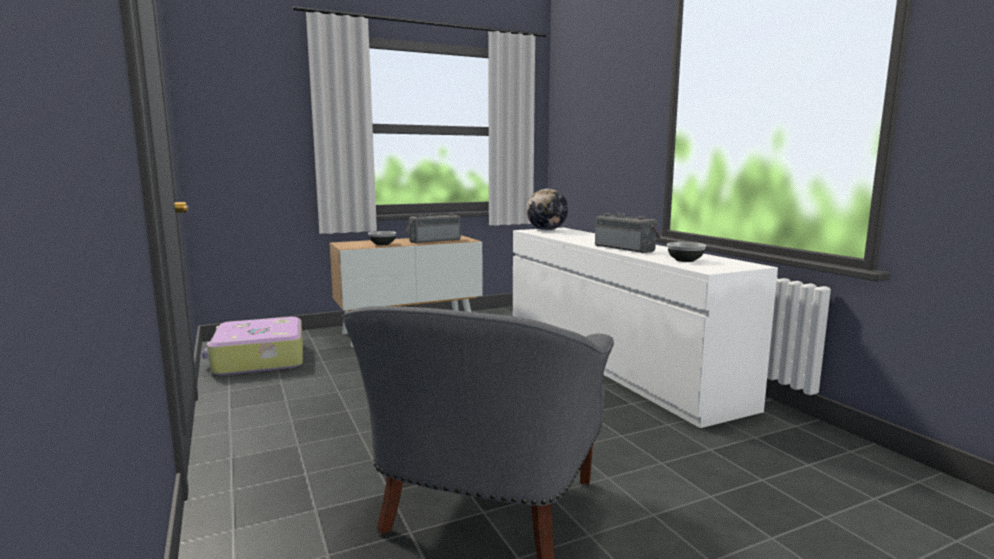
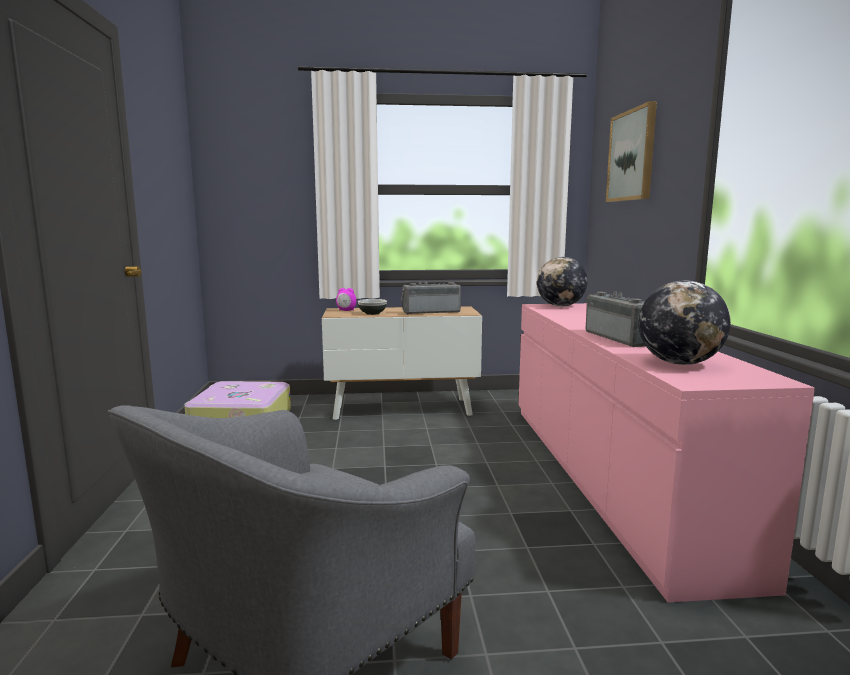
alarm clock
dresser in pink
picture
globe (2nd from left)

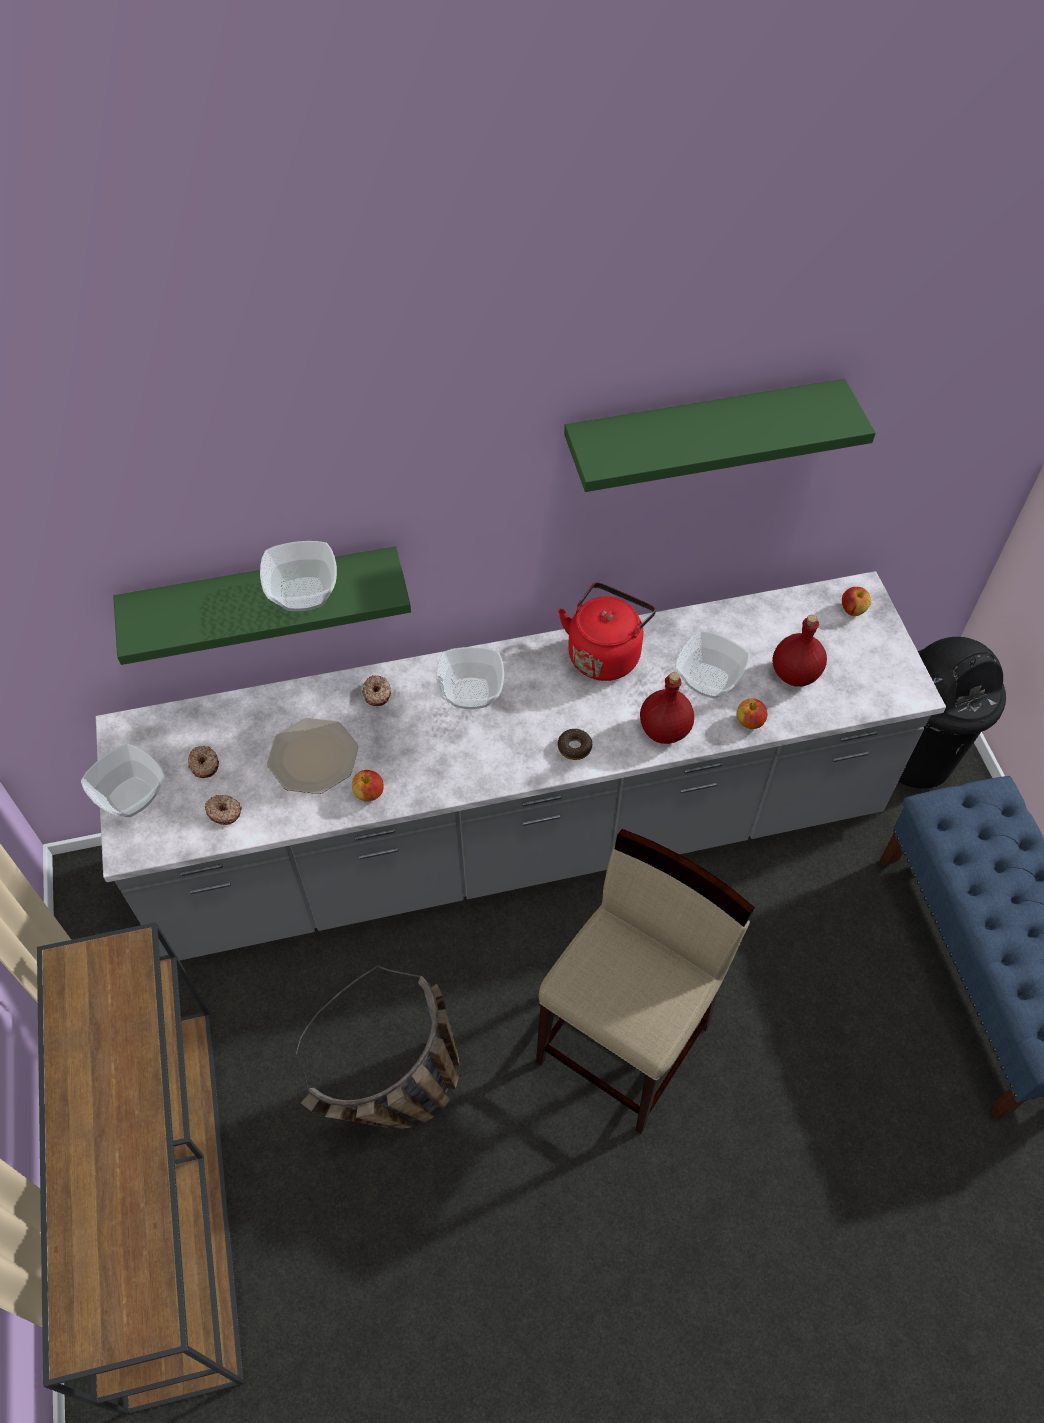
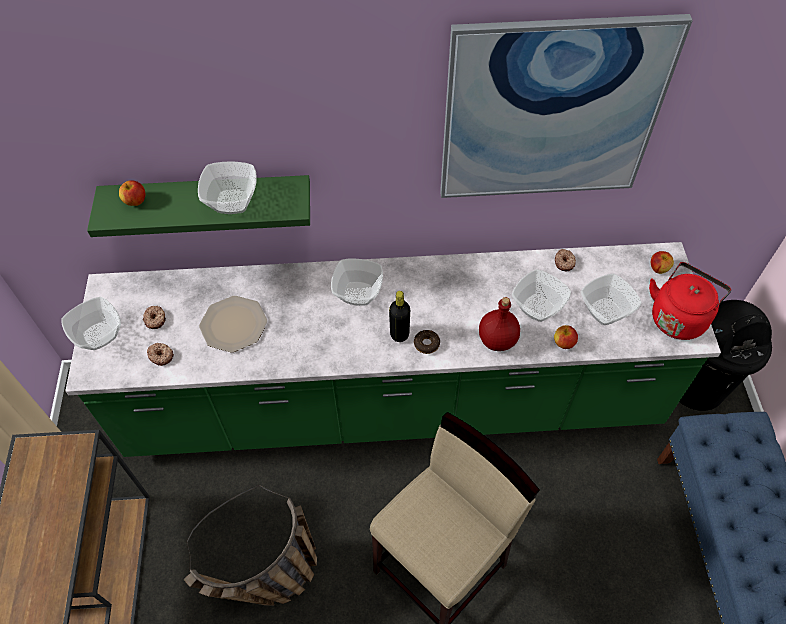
counter in green
apple (1st from left)
bottle in black
picture
donut (4th from left)
bowl (5th from left)
kettle in red

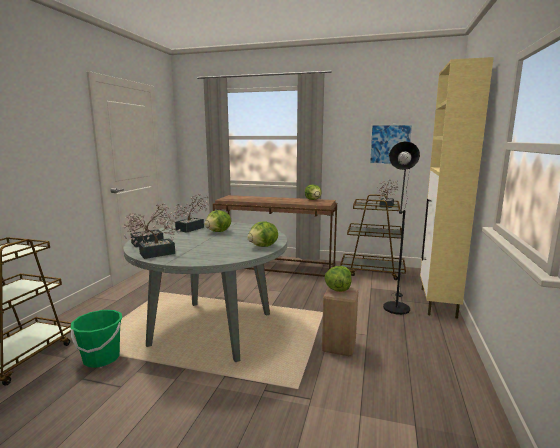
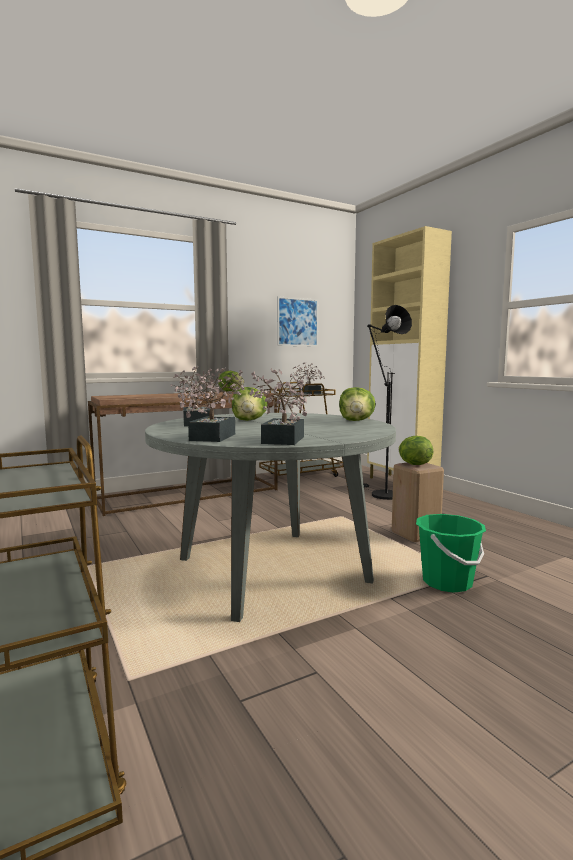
bucket in green

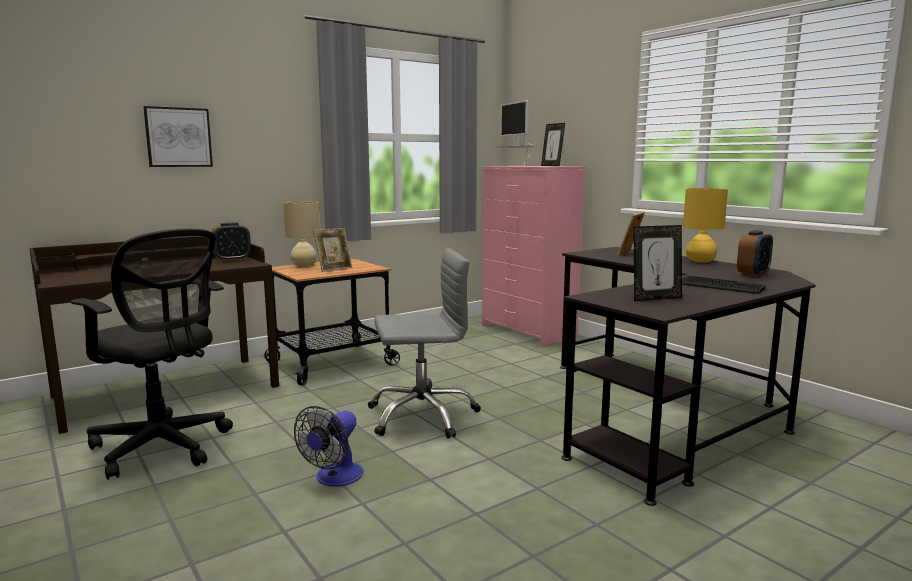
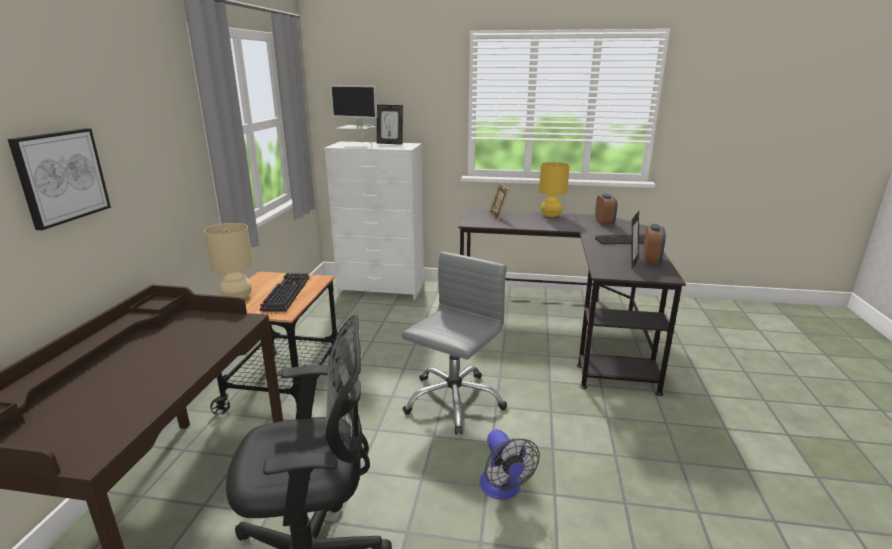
keyboard (1st from left)
dresser in white
alarm clock (2nd from left)

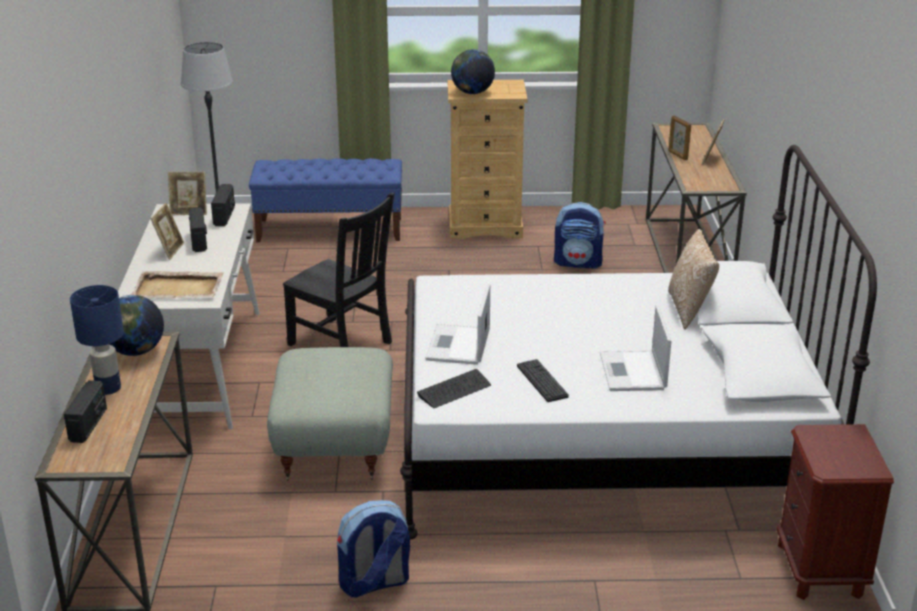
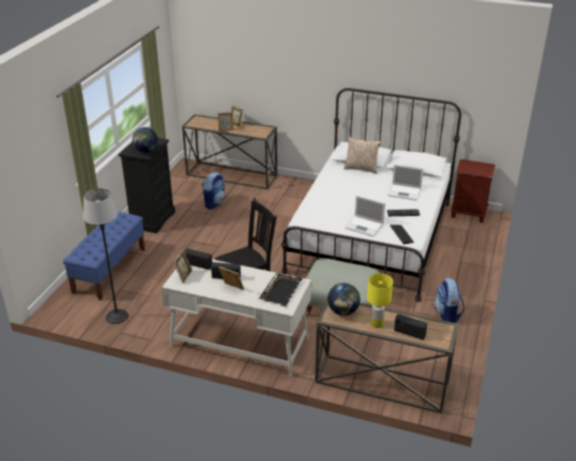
dresser in black
tray in black
table lamp in yellow

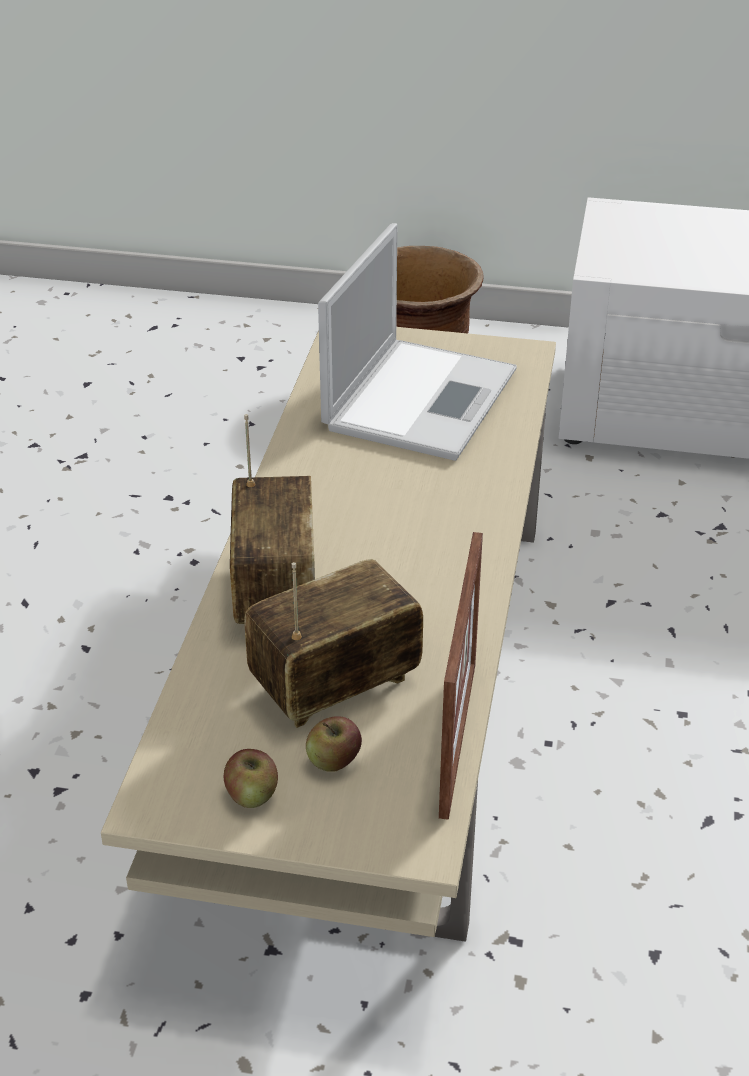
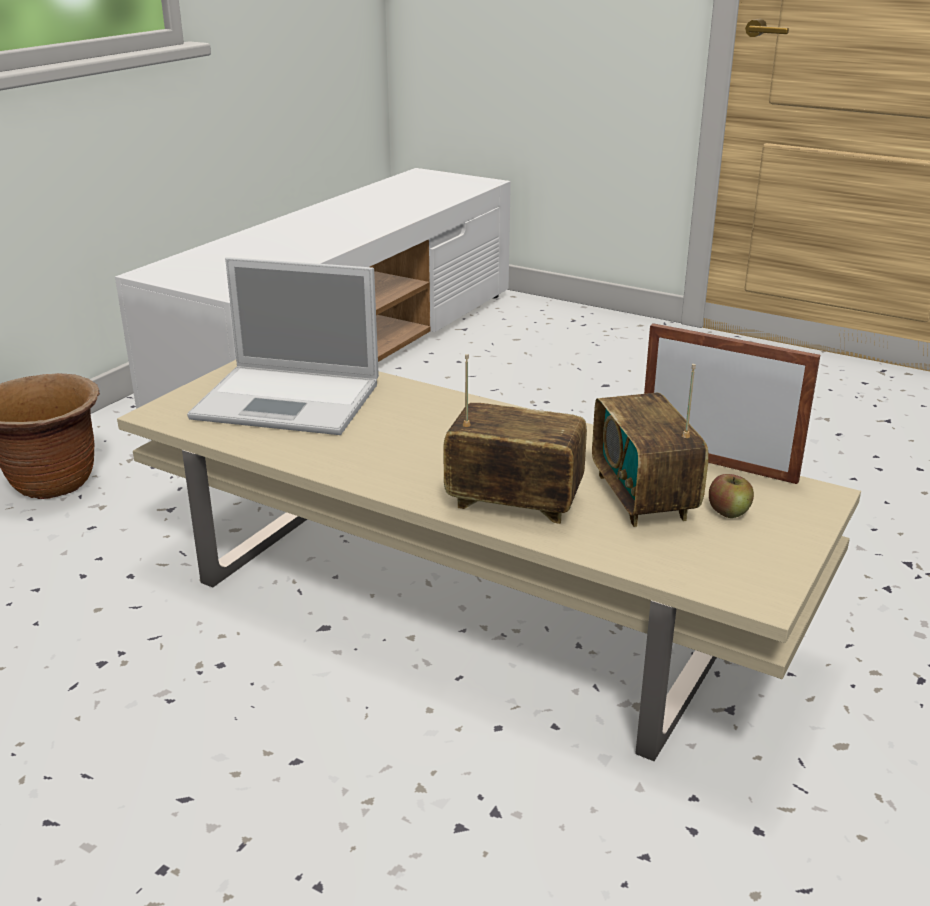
laptop
apple (1st from left in the first image)

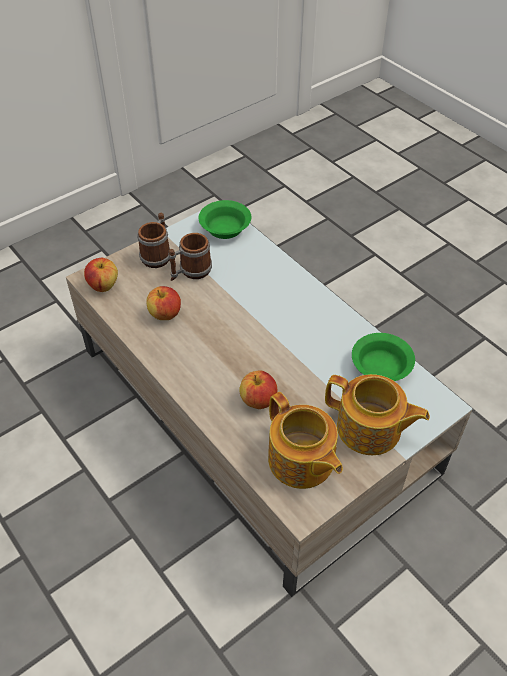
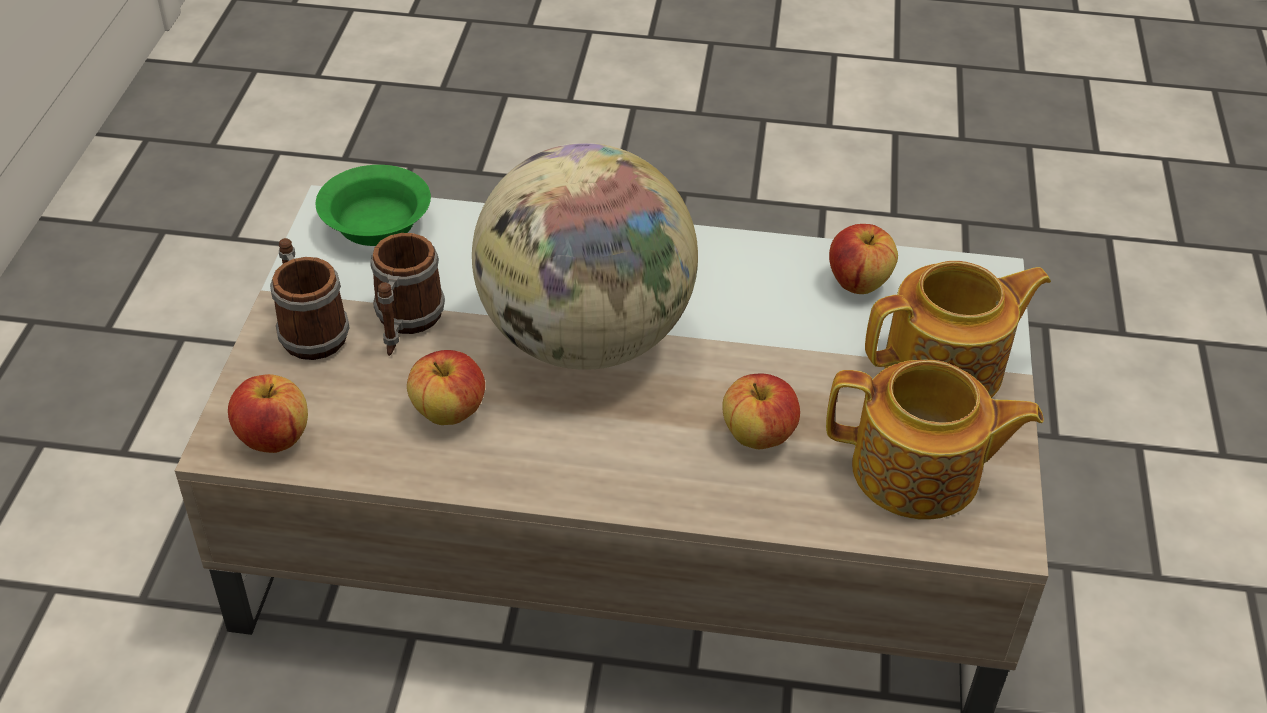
globe
apple (4th from left)

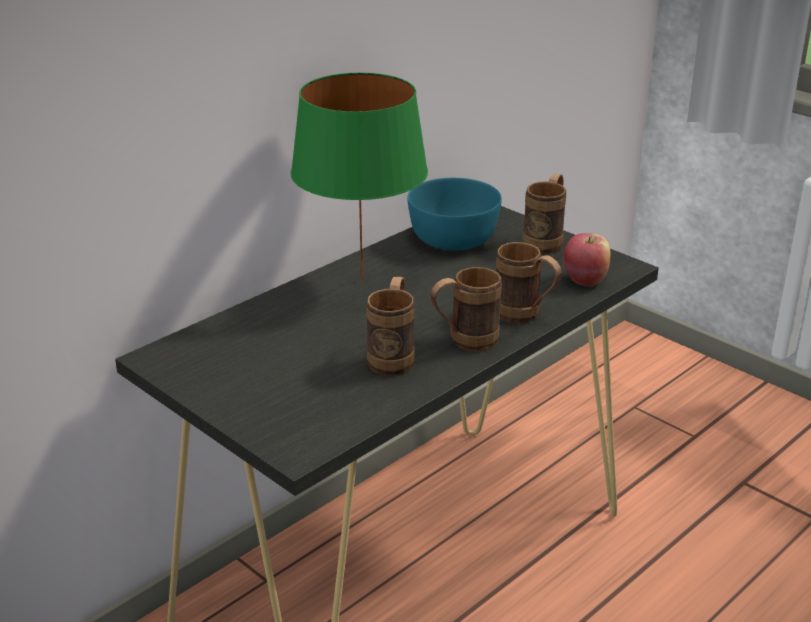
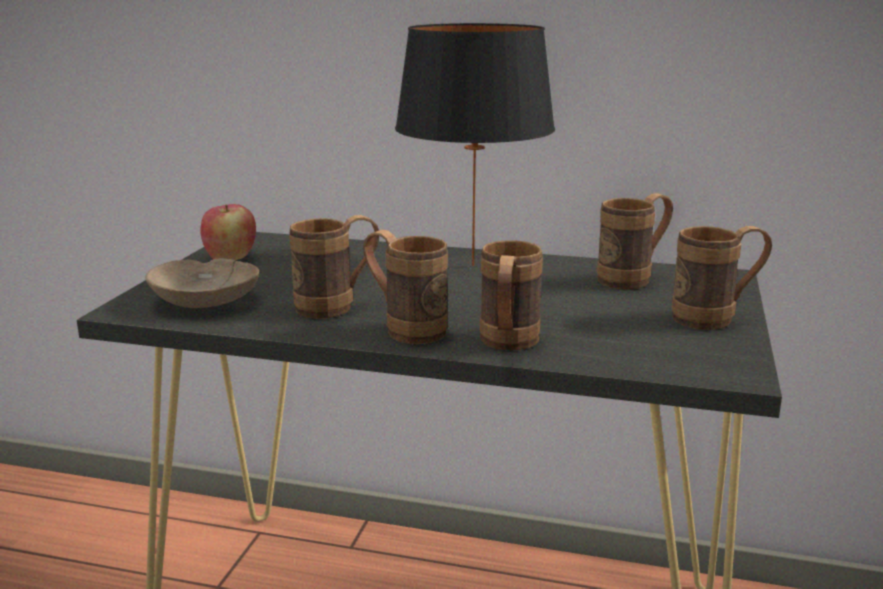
bowl in beige
apple
table lamp in black
mug in brown (4th from left)

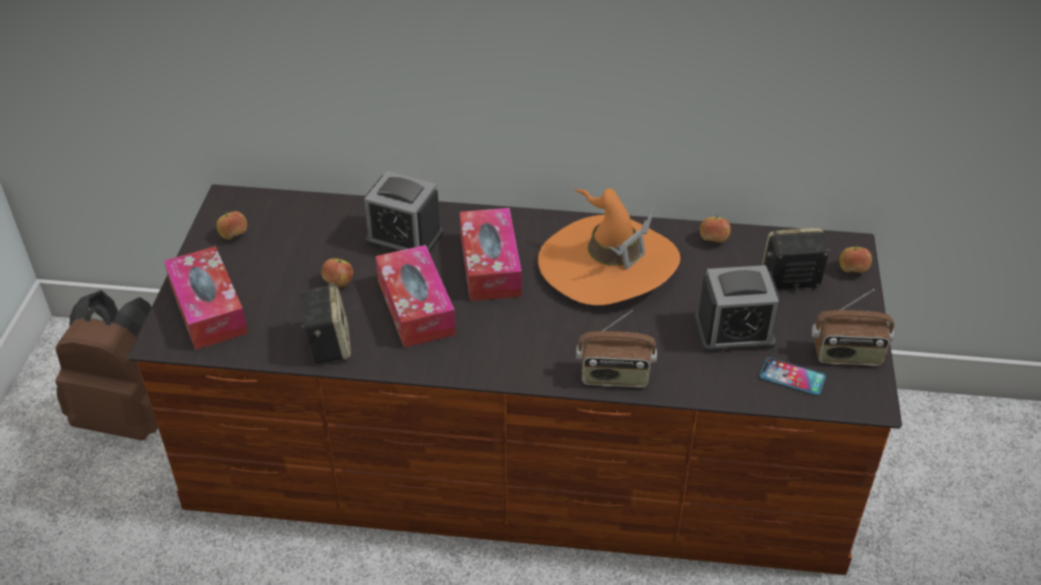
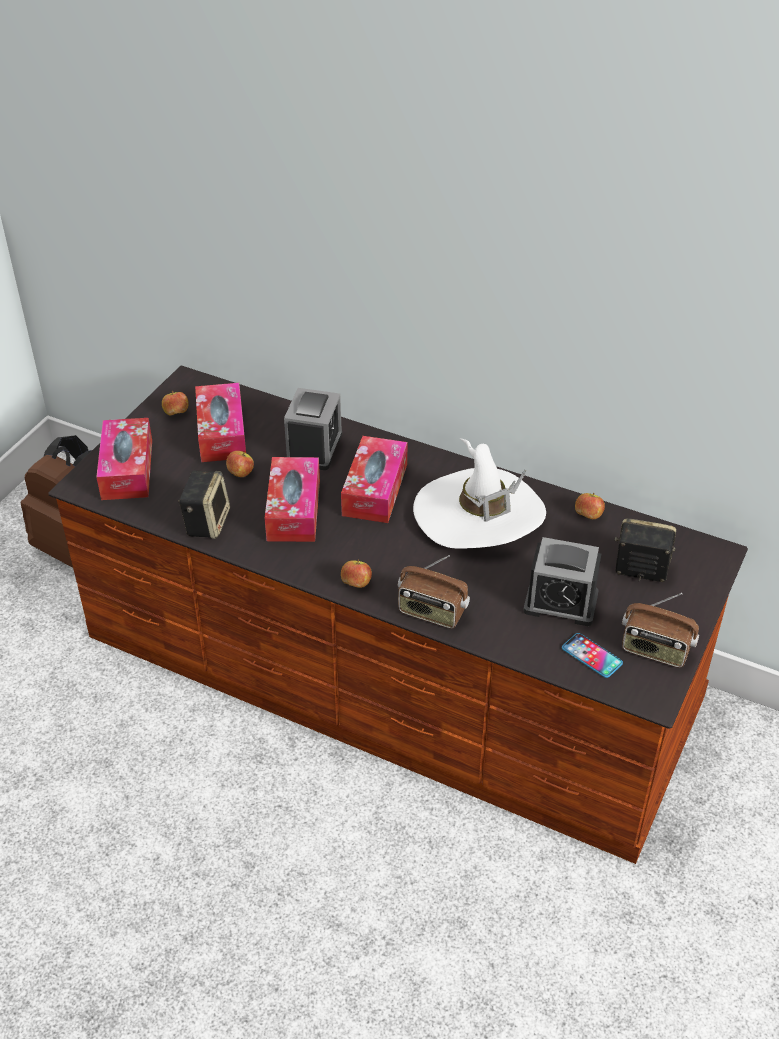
tissue box (2nd from left)
alarm clock (1st from left)
apple (3rd from left)
hat in white

